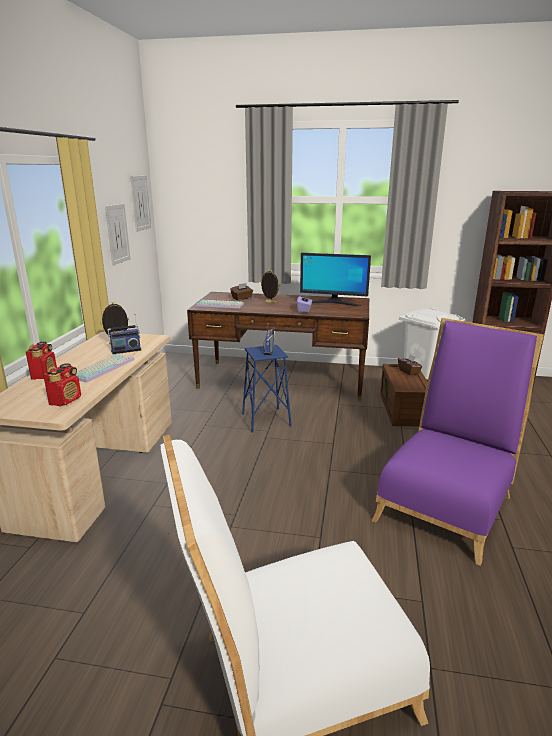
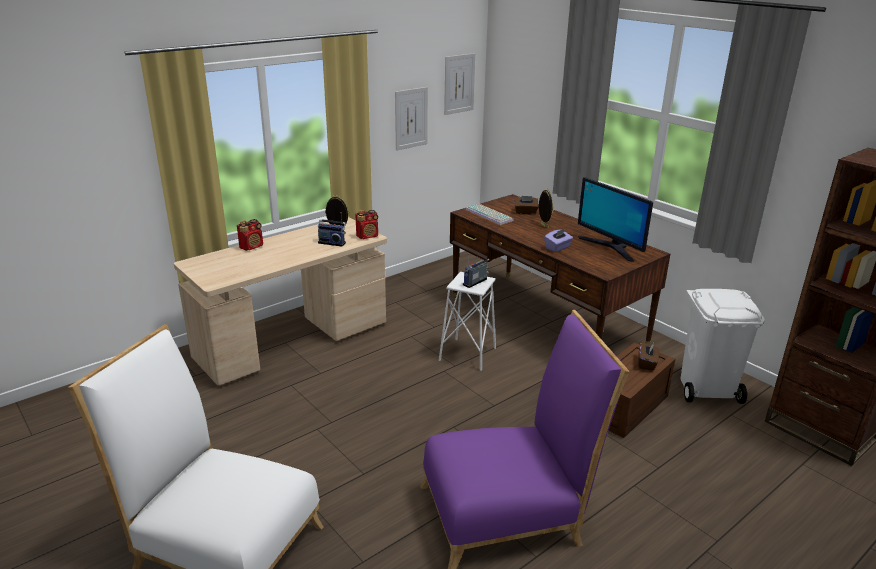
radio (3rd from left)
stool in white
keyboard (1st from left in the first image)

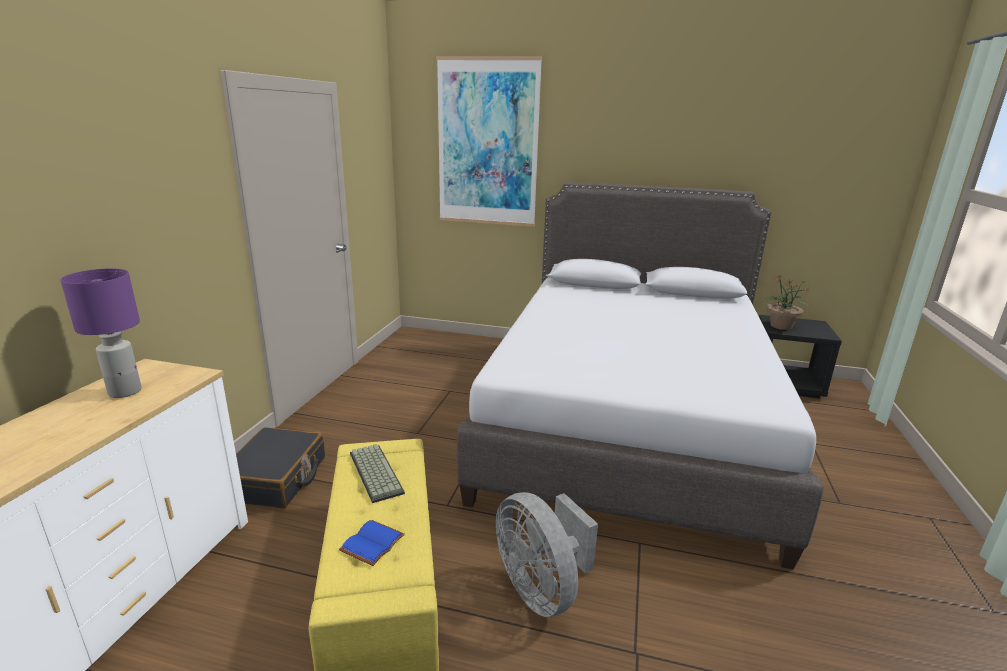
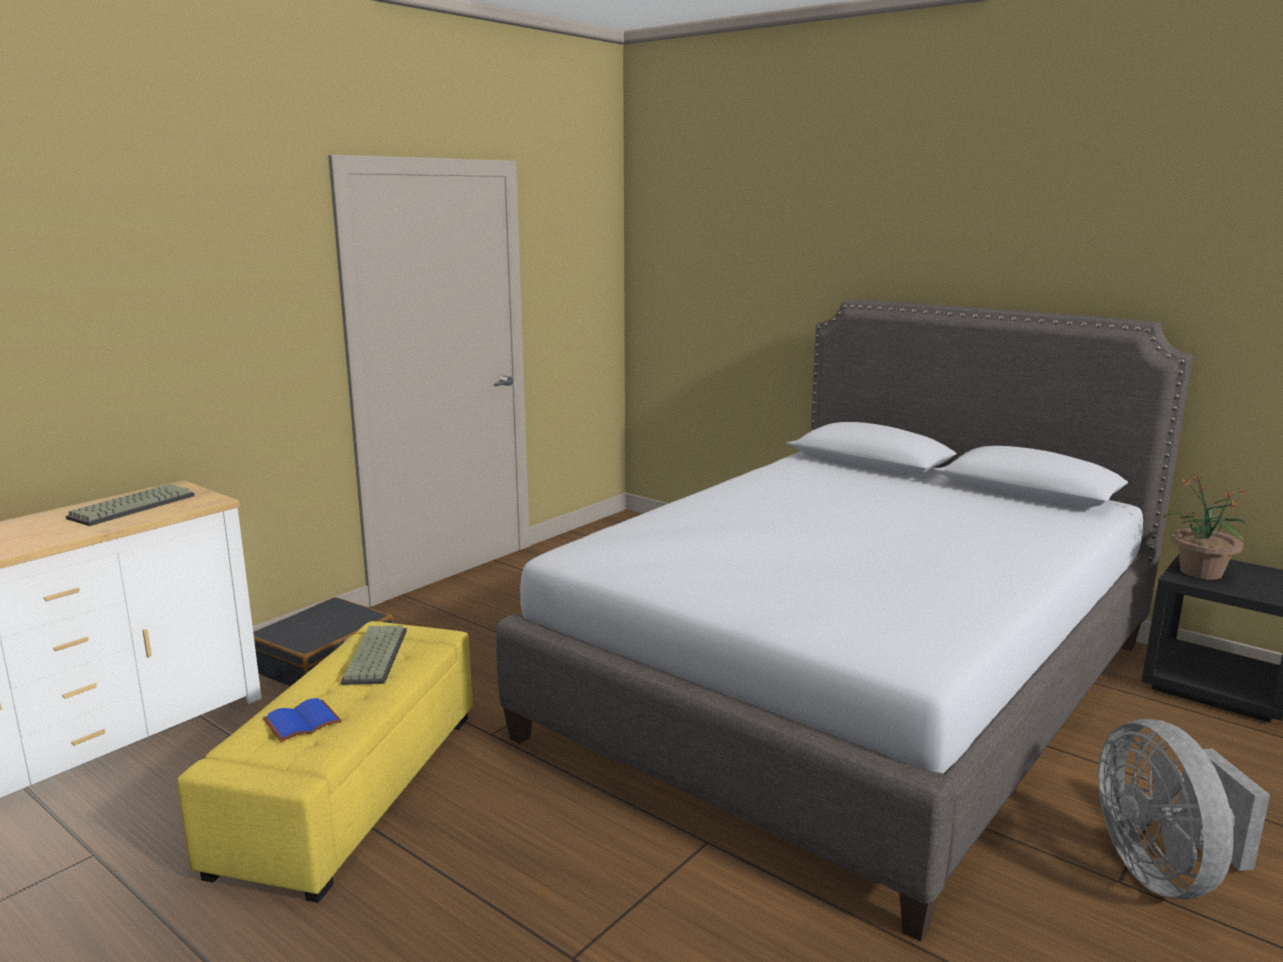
keyboard (1st from left)
fan in grey
picture

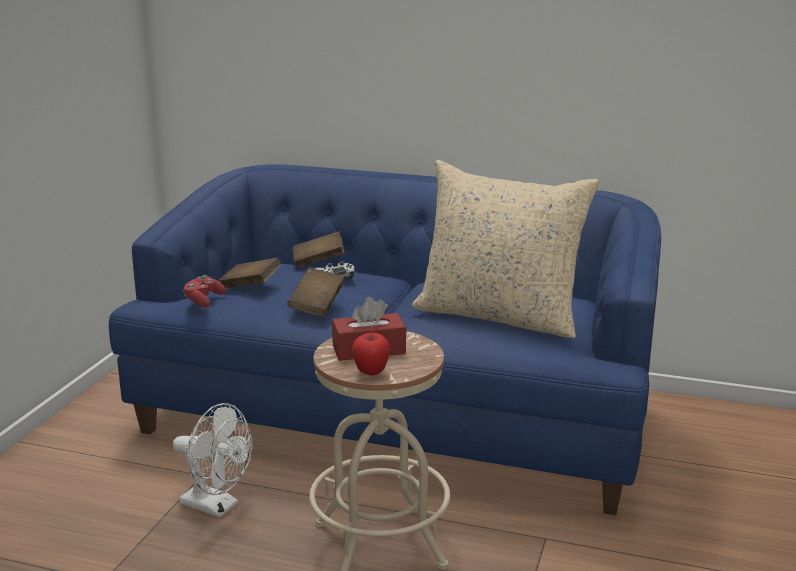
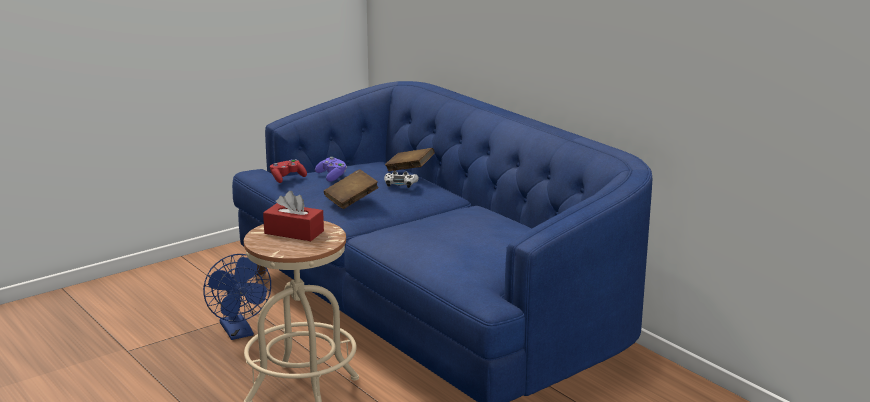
fan in blue
game controller in purple
apple
pillow in beige

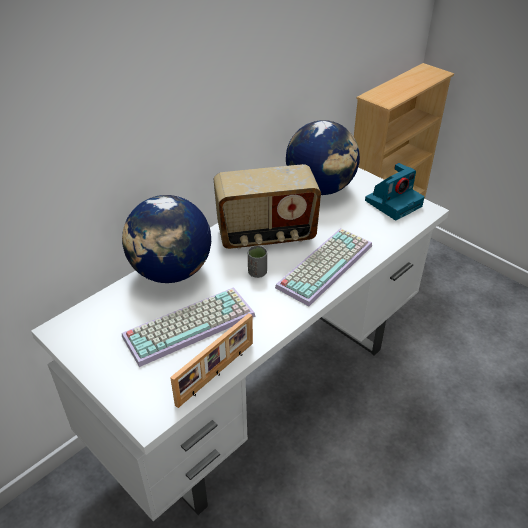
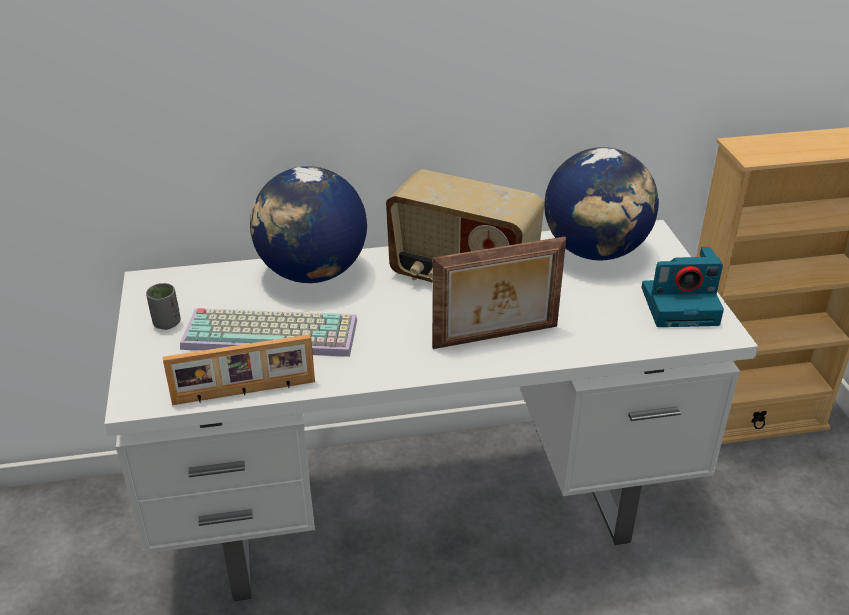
cup in grey
picture frame (2nd from left)

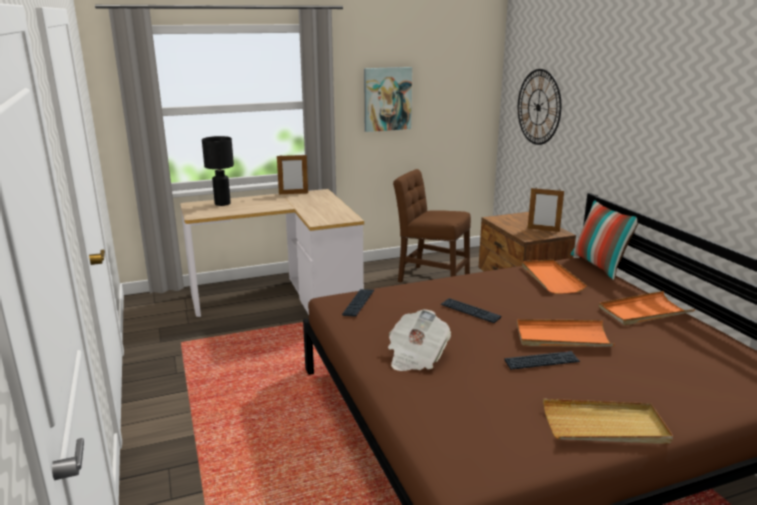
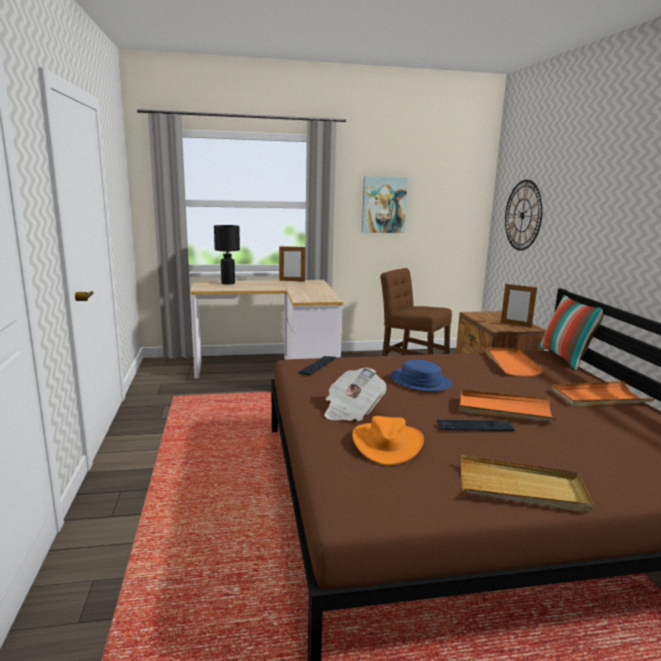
hat in orange
hat in blue

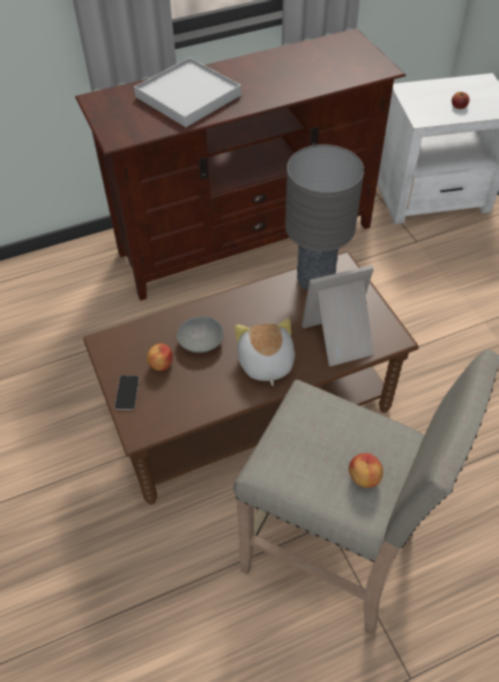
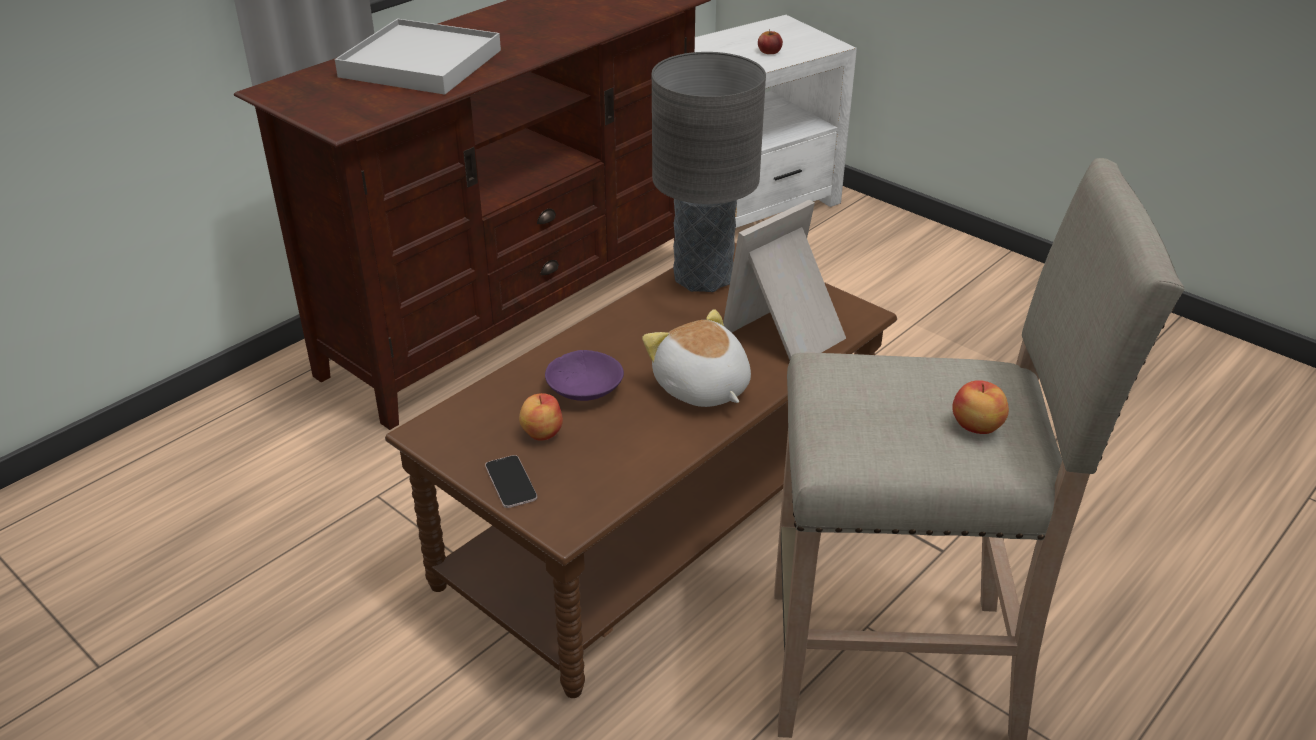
bowl in purple

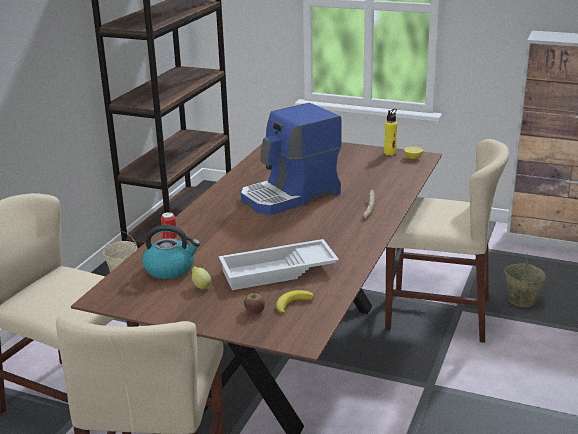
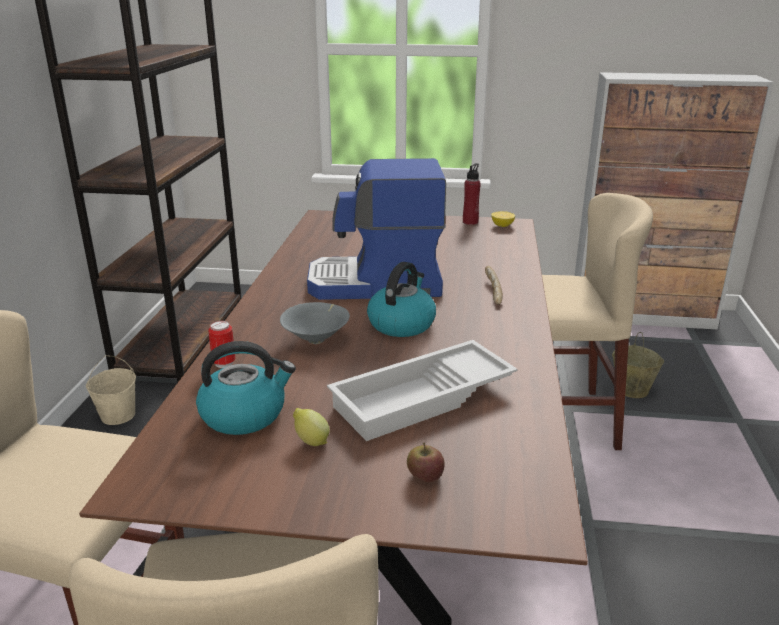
bowl in grey
coffee machine
kettle (2nd from left)
bottle in red
banana

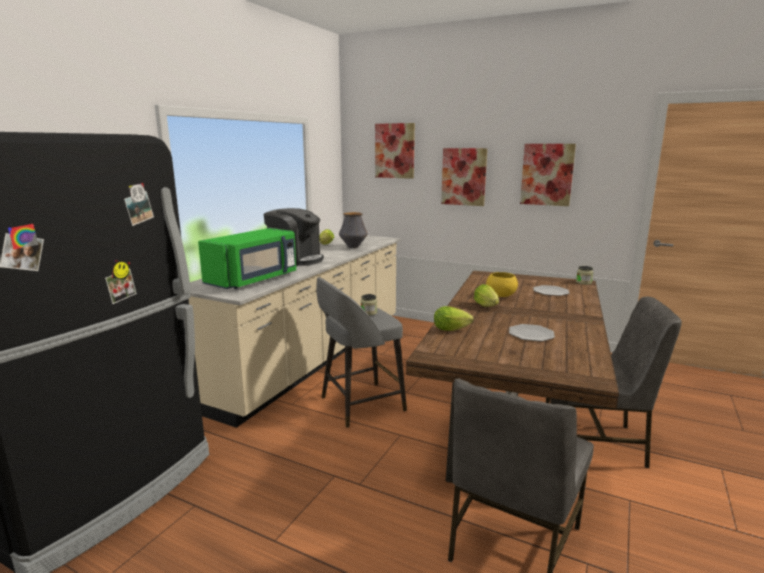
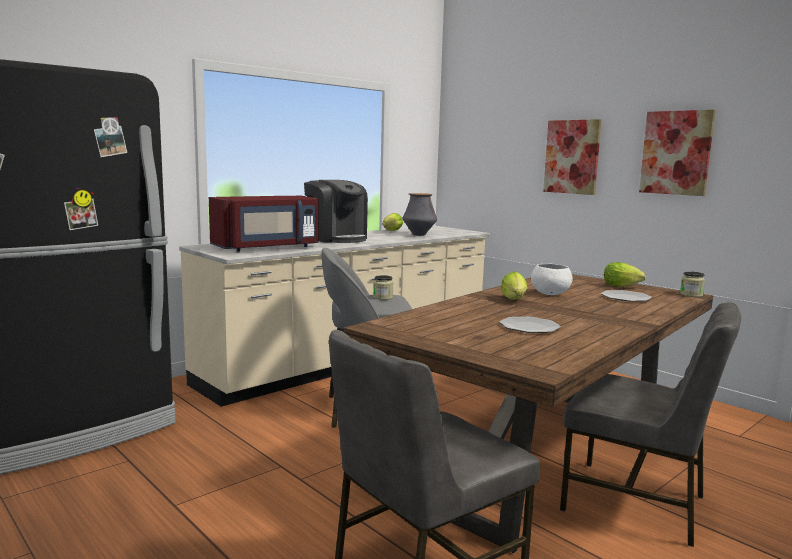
microwave in red
bowl in white
lettuce (3rd from left)
picture (1st from left in the first image)

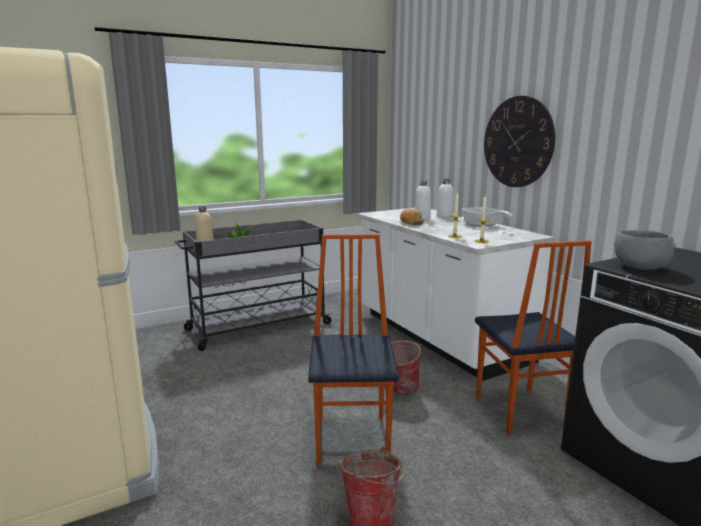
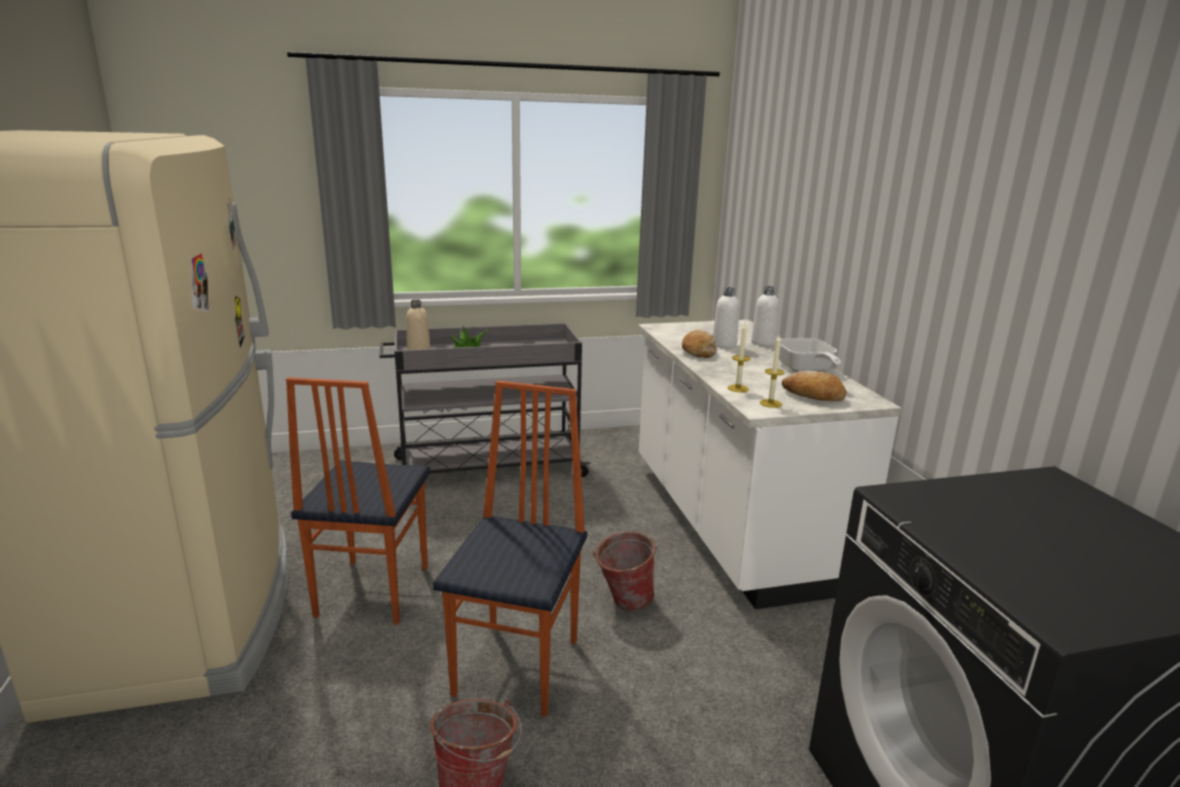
chair (1st from left)
bread (2nd from left)
wall clock
bowl in grey

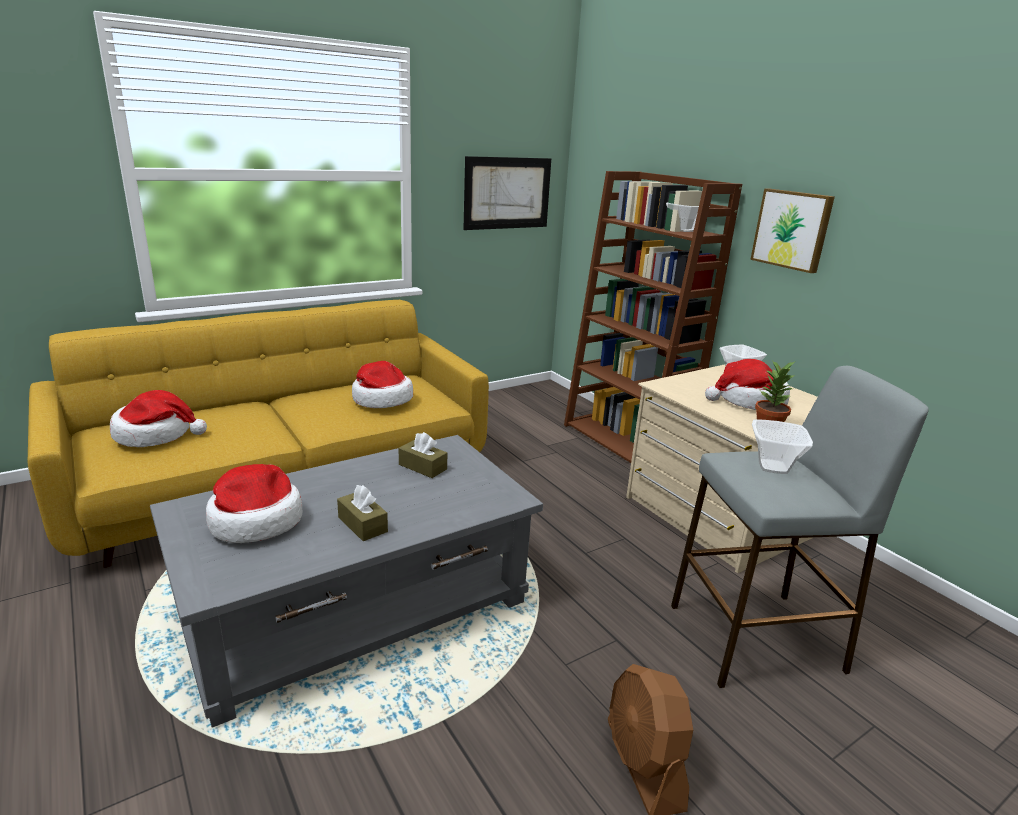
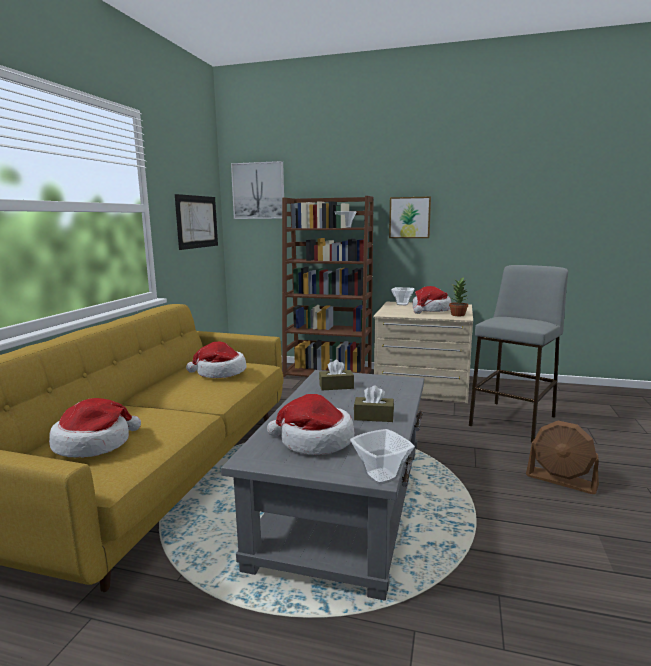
picture (2nd from left)
bowl (2nd from left)

